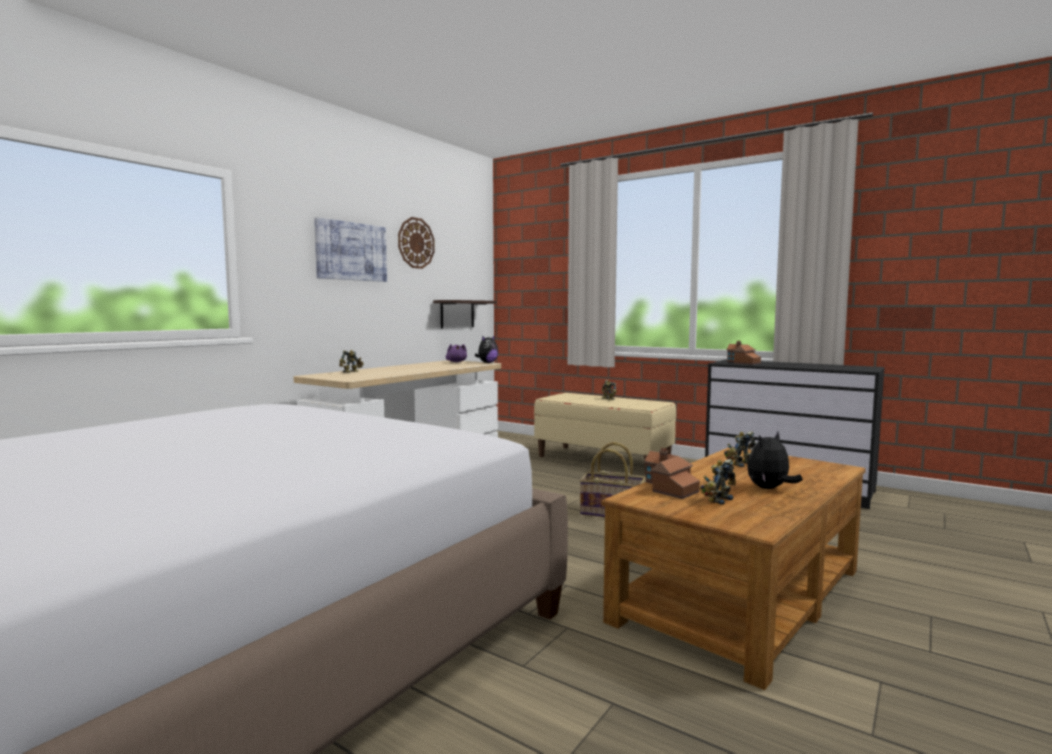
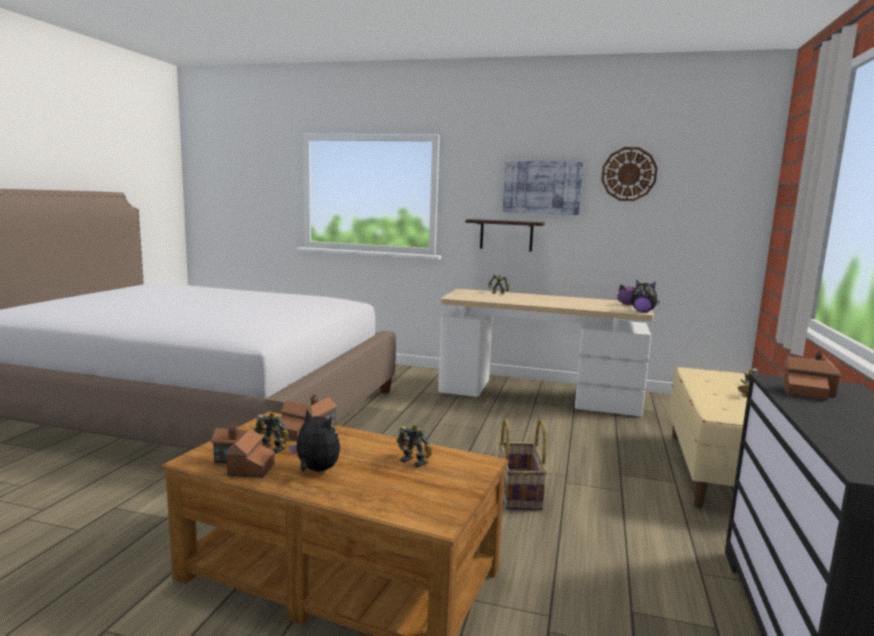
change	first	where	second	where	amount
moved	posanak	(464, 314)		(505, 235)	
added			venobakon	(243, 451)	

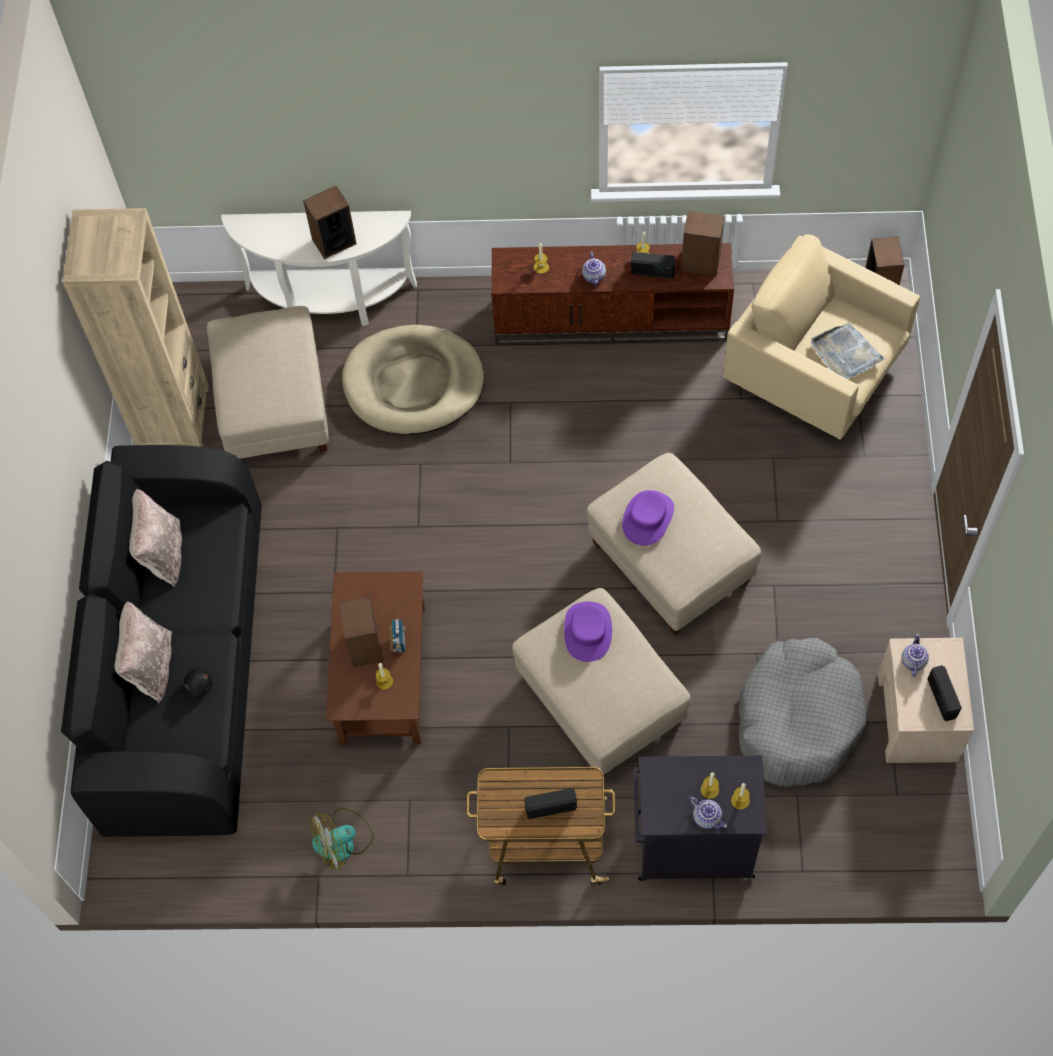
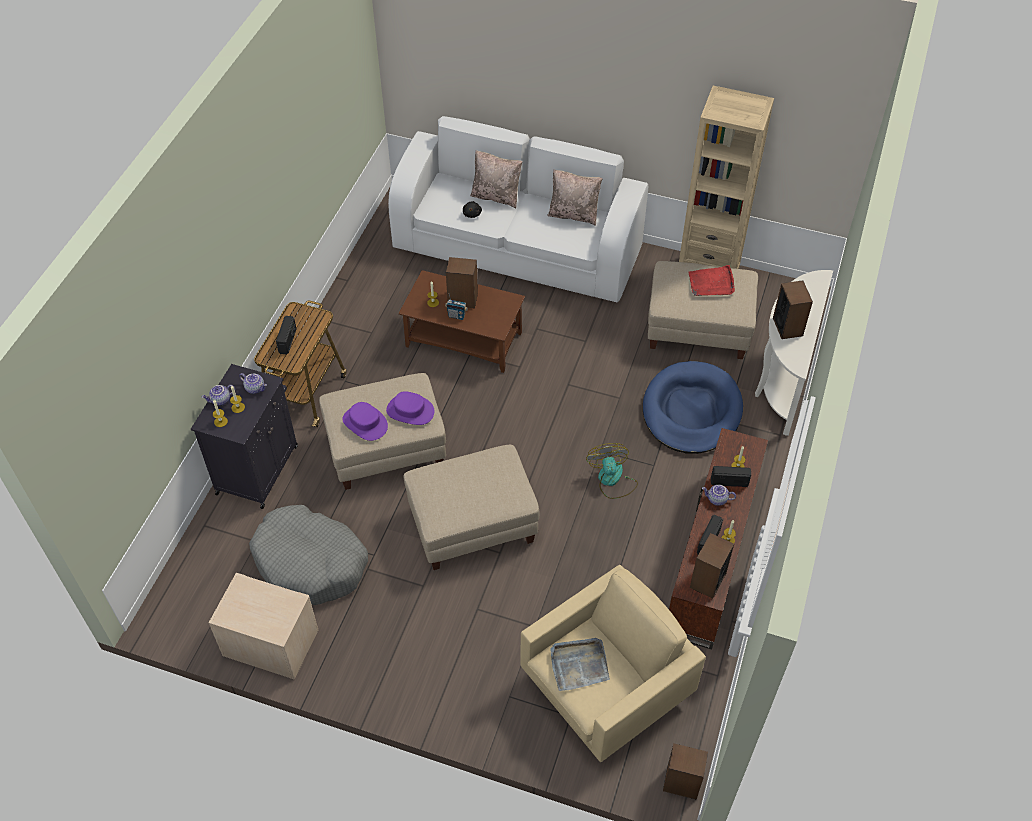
change	first	where	second	where	amount
recoloured	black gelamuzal	(161, 641)	white gelamuzal	(518, 209)	
moved	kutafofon	(342, 839)		(612, 471)	
recoloured	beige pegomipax	(413, 380)	blue pegomipax	(693, 407)	
moved	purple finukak	(648, 518)		(365, 421)	
moved	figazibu	(915, 655)		(253, 383)	
moved	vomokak	(944, 693)		(731, 476)	
added			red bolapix	(712, 280)	

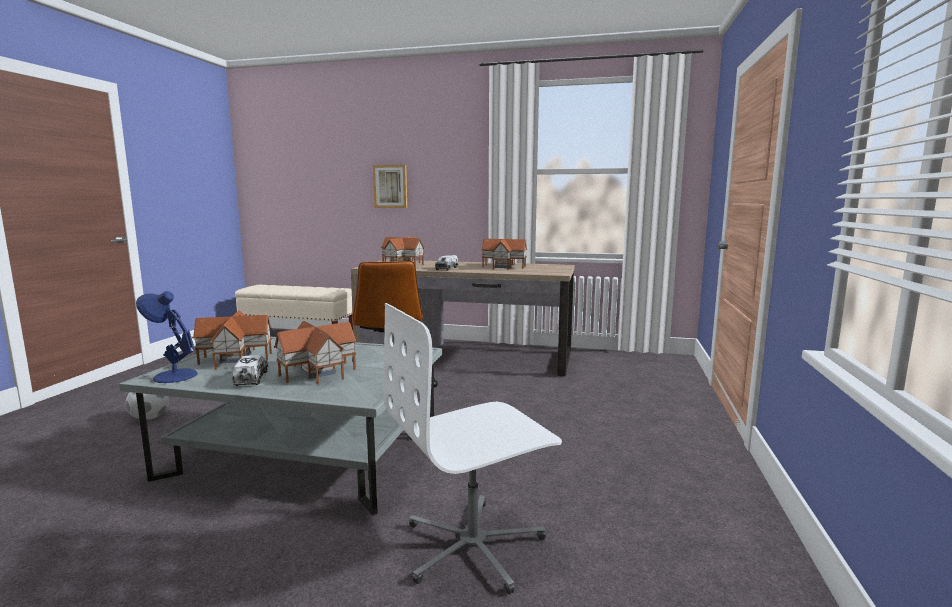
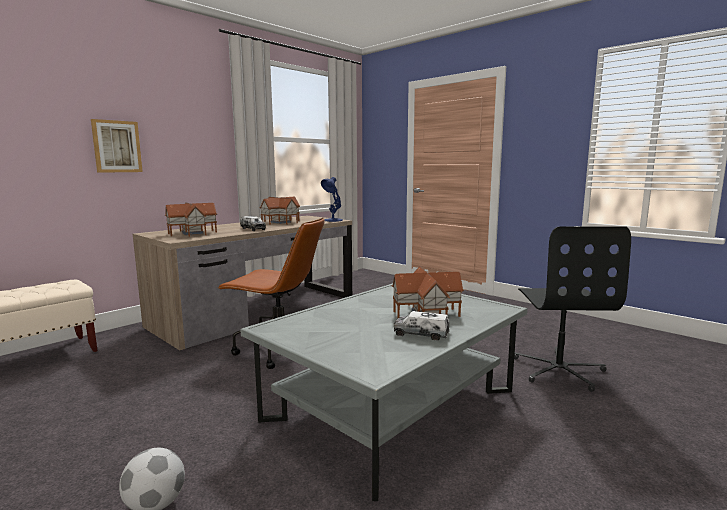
change	first	where	second	where	amount
moved	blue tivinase	(167, 337)		(332, 199)	
removed	venobakon	(232, 340)			
recoloured	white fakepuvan	(472, 448)	black fakepuvan	(572, 309)	

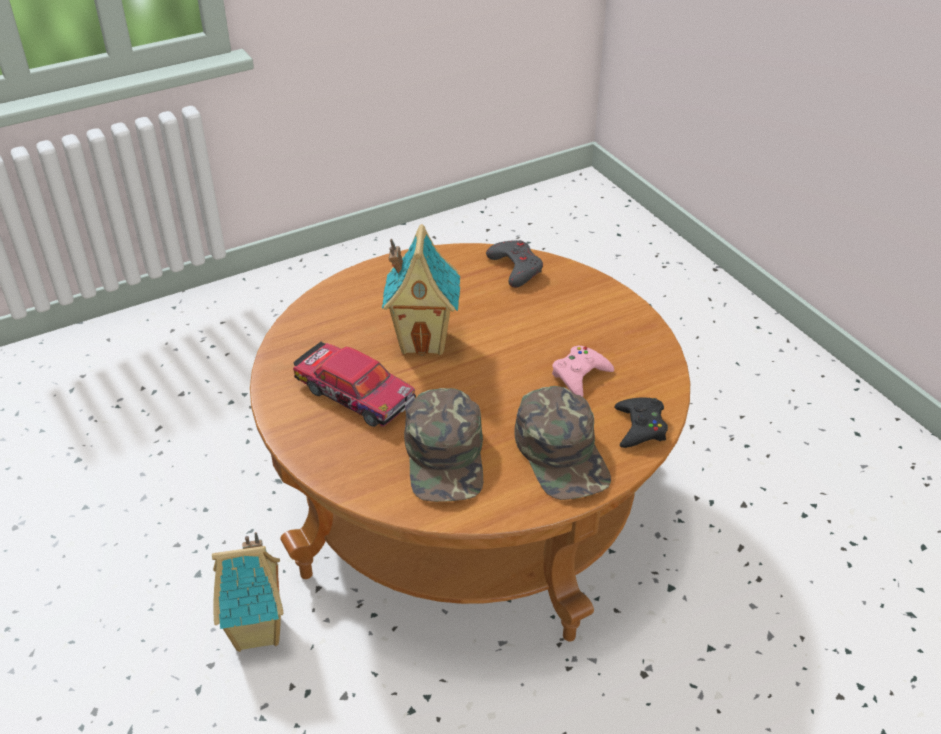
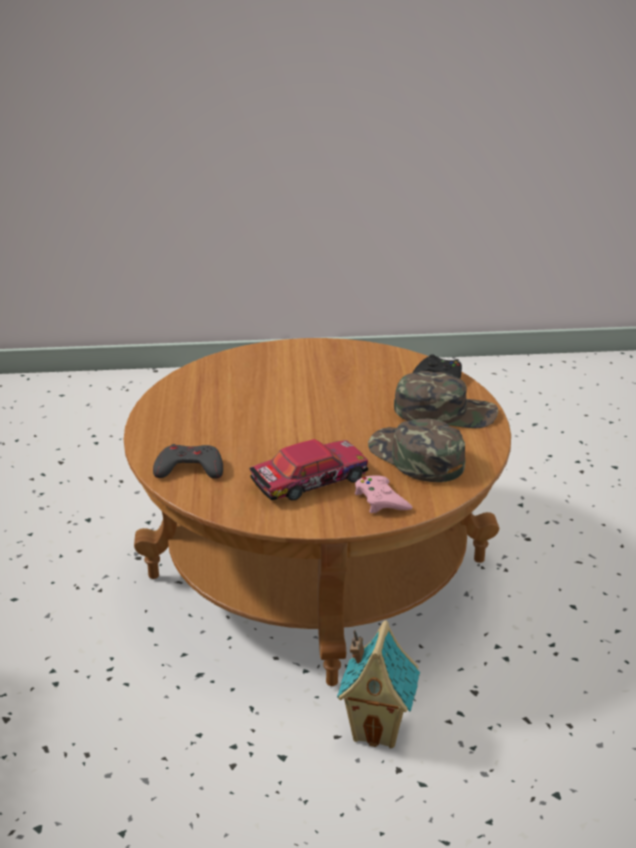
change	first	where	second	where	amount
removed	venobakon	(421, 290)			
turned	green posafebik	(443, 445)		(416, 450)	150 degrees counterclockwise
moved	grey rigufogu	(514, 264)		(188, 461)	
moved	pink rigufogu	(583, 371)		(384, 494)	

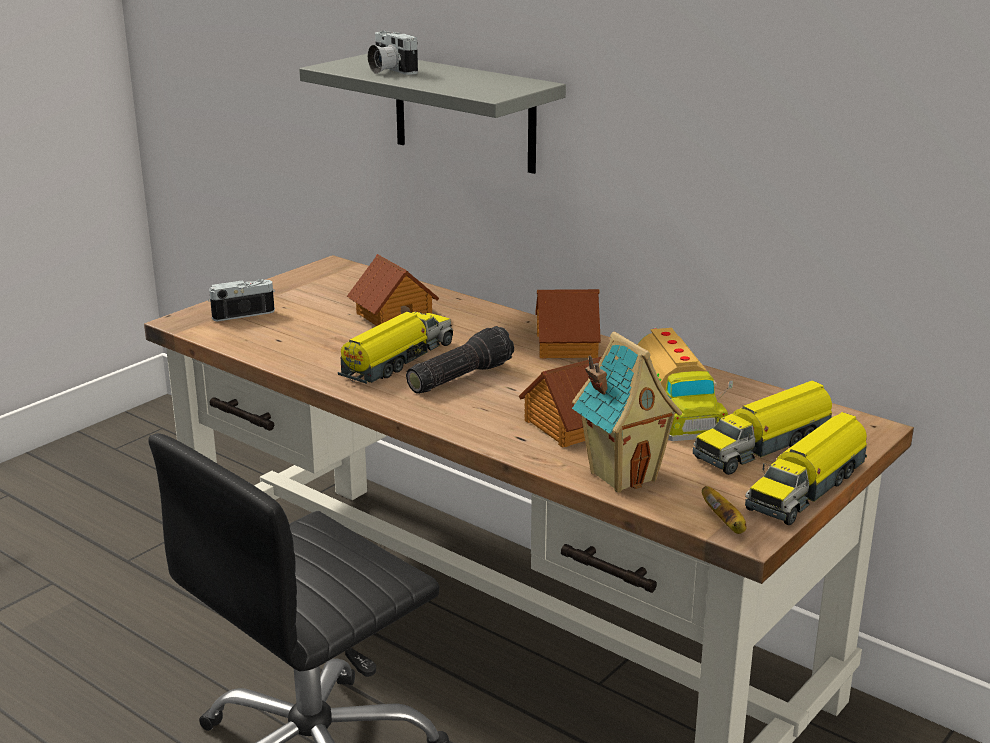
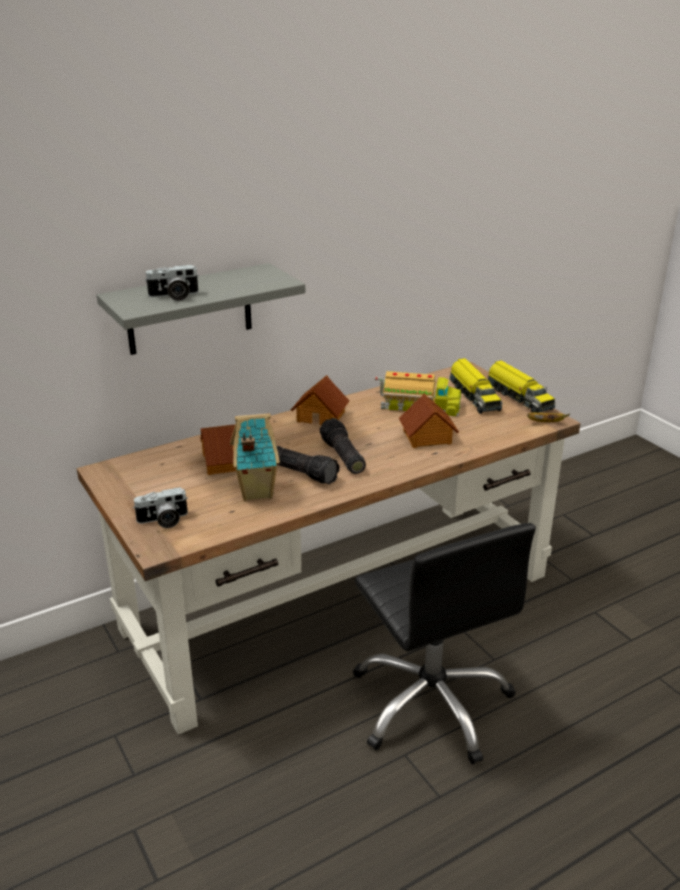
change	first	where	second	where	amount
turned	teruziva	(241, 300)		(161, 507)	105 degrees counterclockwise
replaced	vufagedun	(395, 347)	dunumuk	(308, 465)	
moved	venobakon	(627, 412)		(255, 457)	

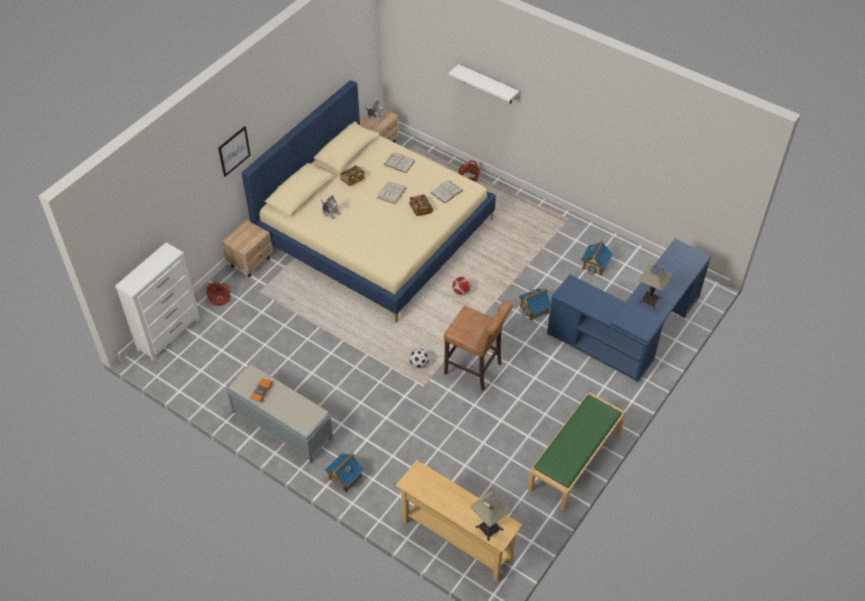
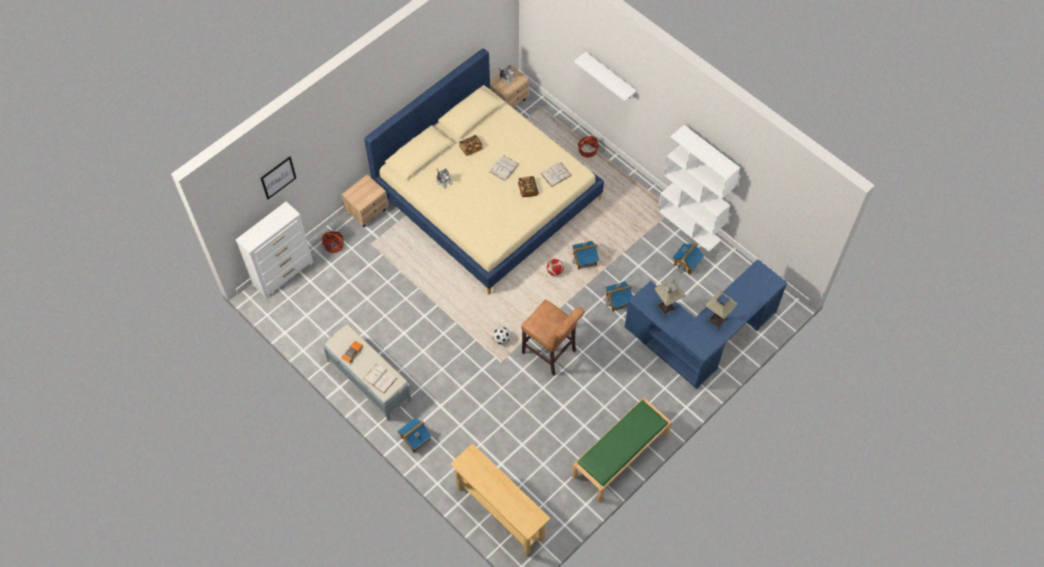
change	first	where	second	where	amount
moved	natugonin	(234, 151)		(278, 178)	
moved	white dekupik	(399, 163)		(380, 378)	
moved	tivinase	(491, 516)		(670, 298)	
added			venobakon	(585, 255)	
added			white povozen	(699, 188)	

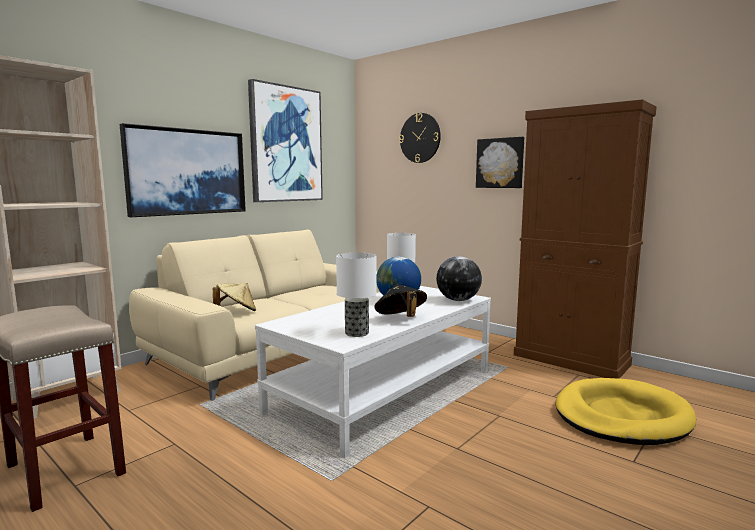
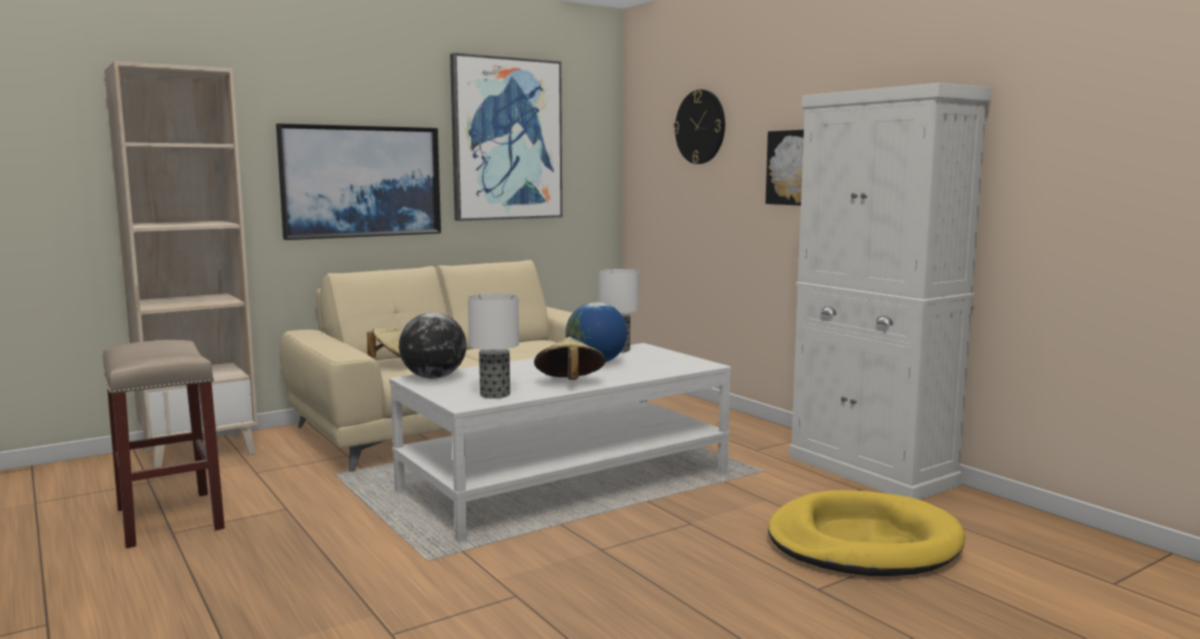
change	first	where	second	where	amount
recoloured	black finukak	(400, 300)	beige finukak	(570, 358)	
moved	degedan	(459, 278)		(432, 345)	
recoloured	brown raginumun	(585, 239)	white raginumun	(890, 291)	

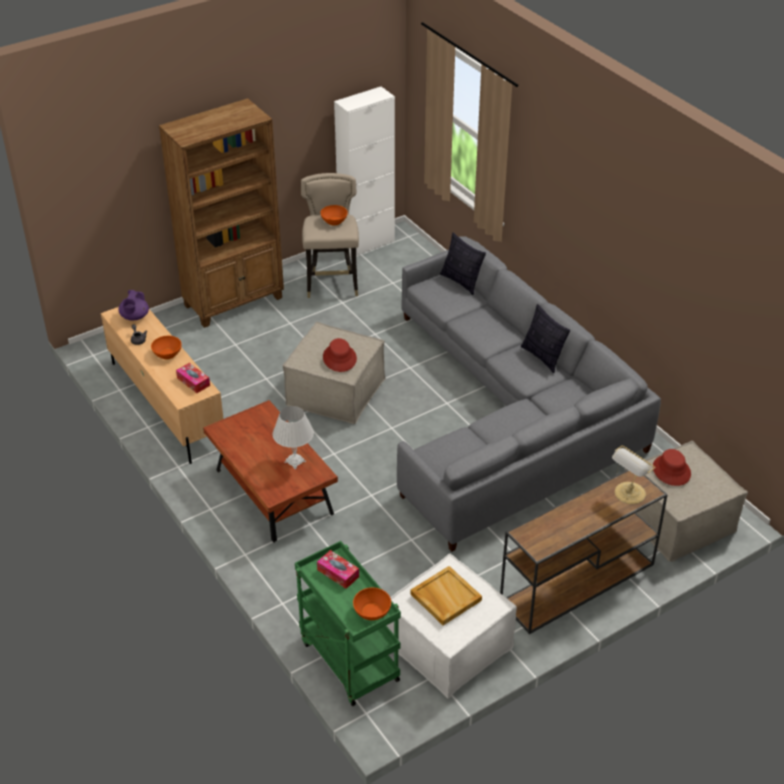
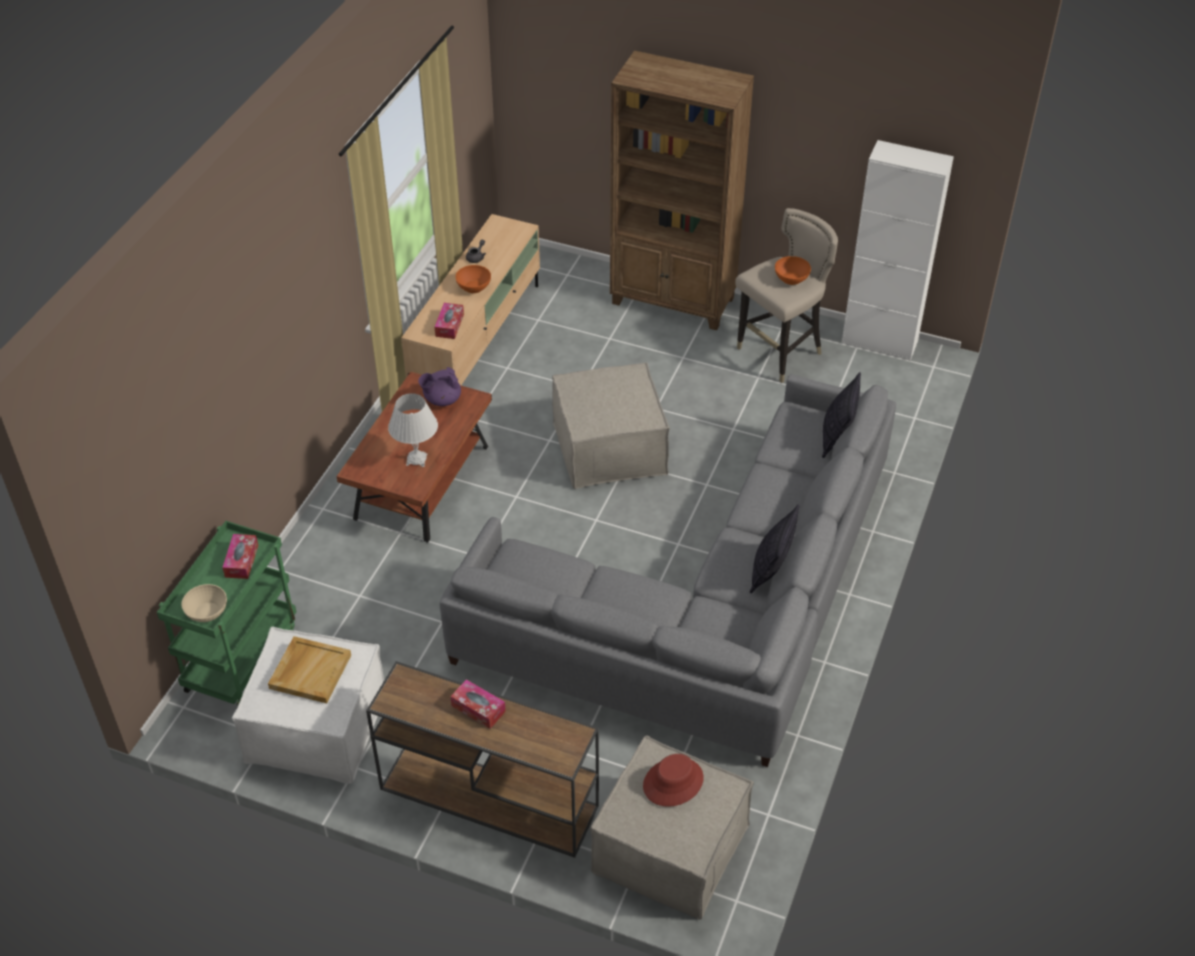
change	first	where	second	where	amount
moved	purple figazibu	(133, 305)		(439, 386)	
removed	red finukak	(340, 355)			
recoloured	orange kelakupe	(372, 603)	beige kelakupe	(204, 603)	
removed	tivinase	(633, 474)			
added			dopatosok	(478, 704)	

